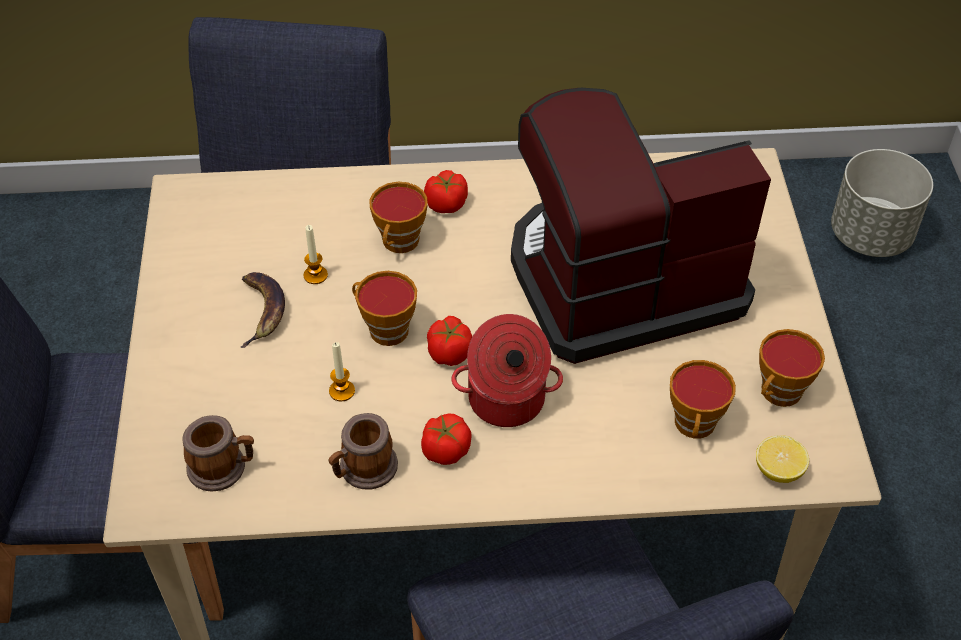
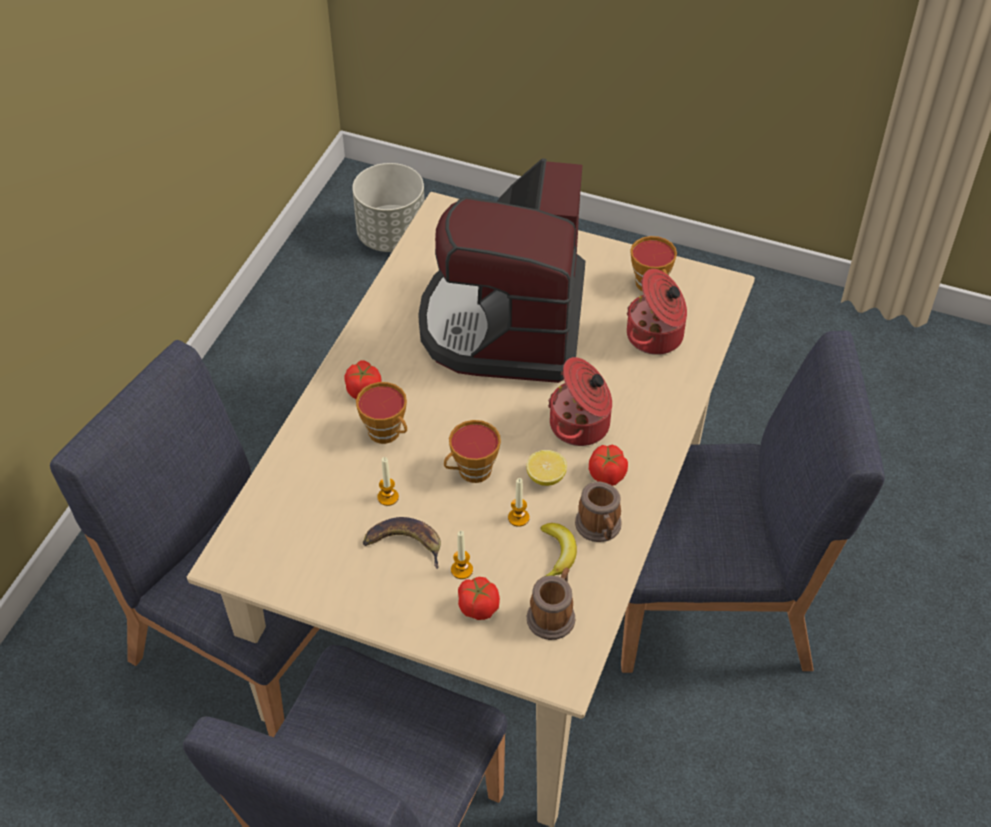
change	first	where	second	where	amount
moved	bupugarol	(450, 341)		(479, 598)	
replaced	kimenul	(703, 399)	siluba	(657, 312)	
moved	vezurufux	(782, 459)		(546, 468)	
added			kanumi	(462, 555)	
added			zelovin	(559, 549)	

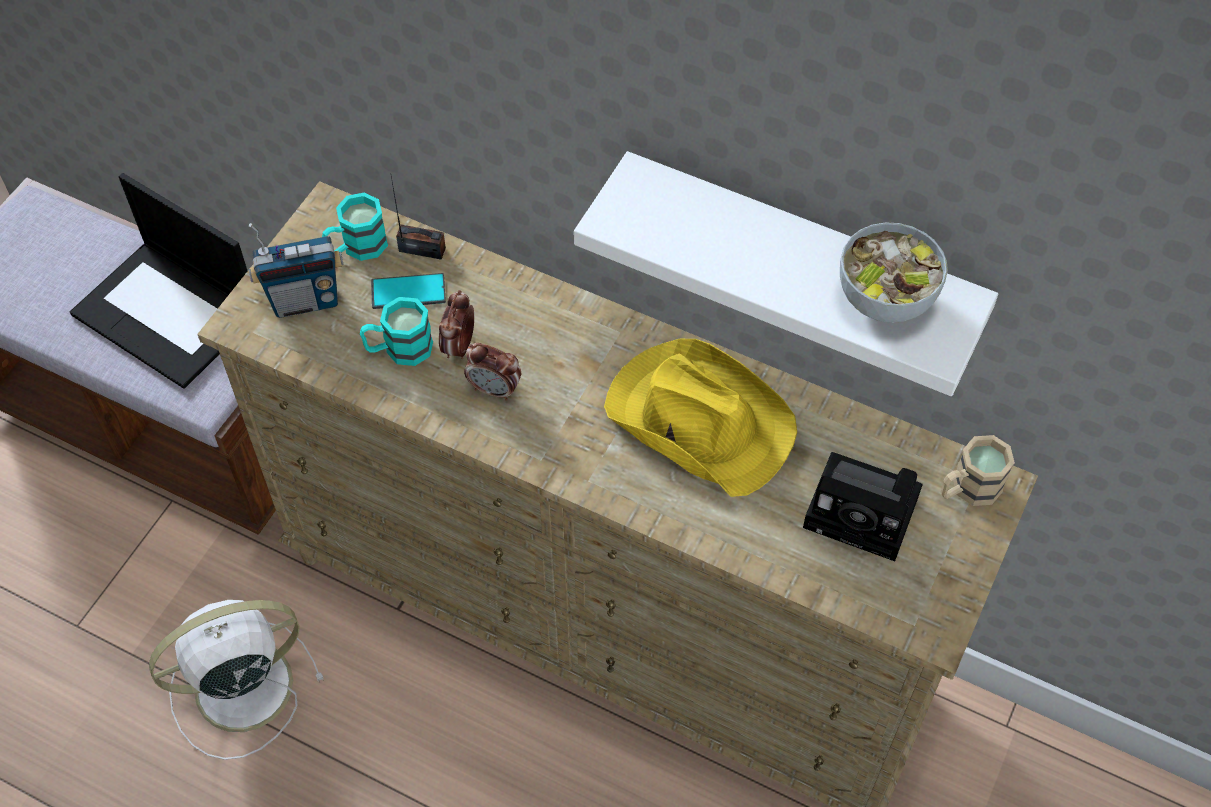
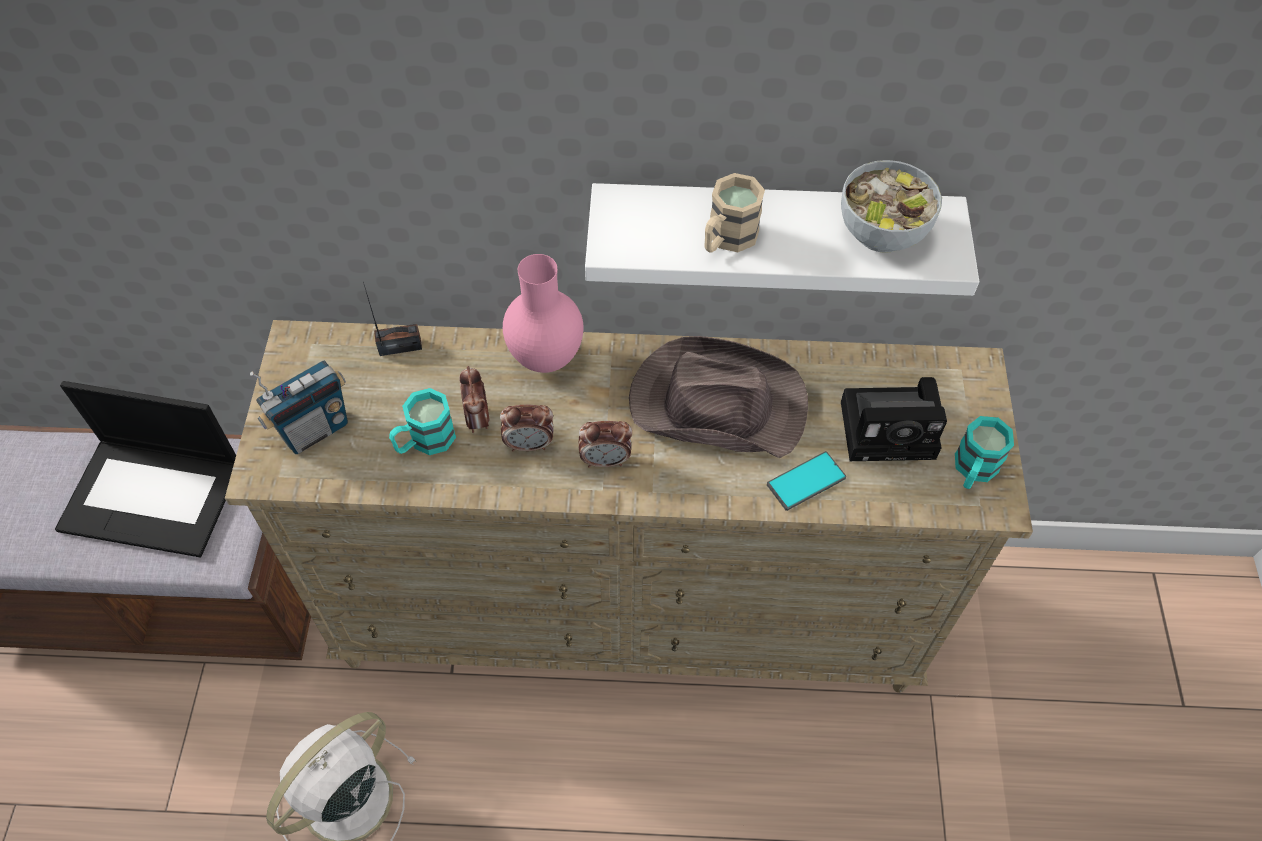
change	first	where	second	where	amount
moved	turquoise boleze	(355, 227)		(984, 452)	
moved	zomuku	(408, 291)		(806, 481)	
recoloured	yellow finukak	(700, 418)	brown finukak	(718, 397)	
moved	beige boleze	(978, 470)		(735, 213)	
added			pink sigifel	(543, 313)	
added			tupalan	(605, 444)	

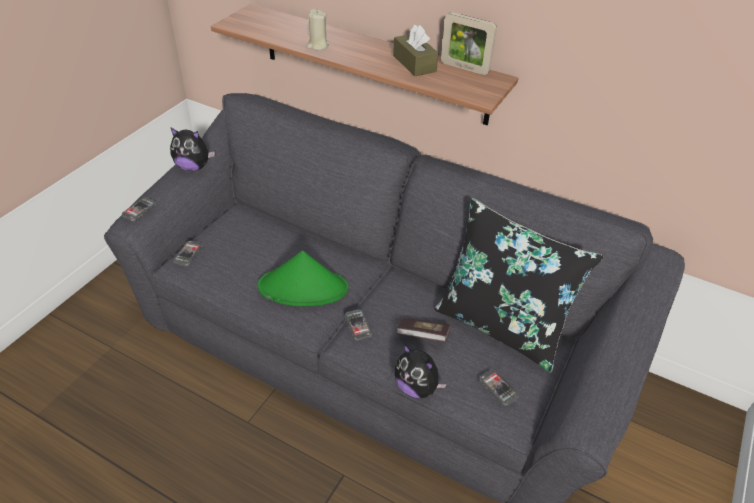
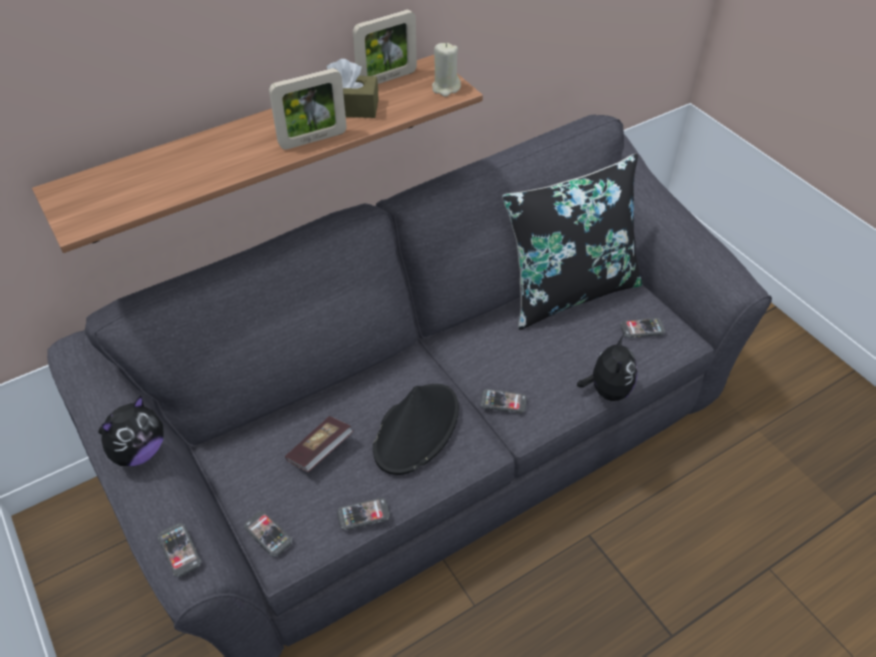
change	first	where	second	where	amount
recoloured	green finukak	(303, 278)	black finukak	(416, 429)	
moved	beige kanumi	(317, 29)		(446, 70)	
turned	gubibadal	(420, 371)		(607, 368)	60 degrees counterclockwise
moved	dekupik	(424, 330)		(319, 444)	
added			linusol	(308, 109)	
added			zomuku	(363, 514)	

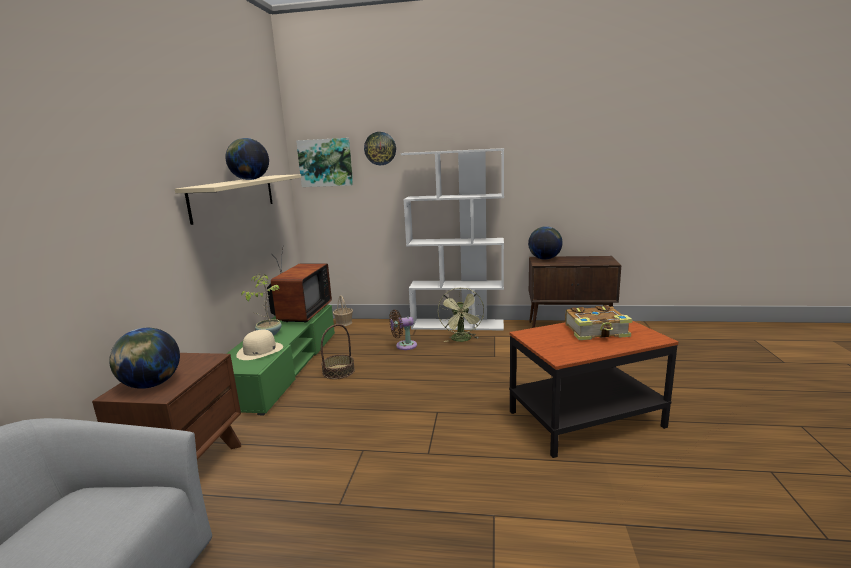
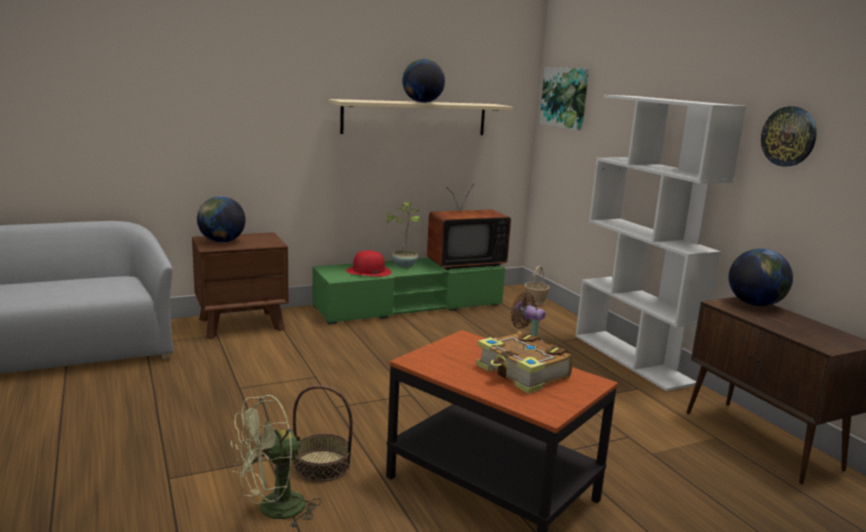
change	first	where	second	where	amount
recoloured	beige finukak	(259, 345)	red finukak	(369, 263)	
moved	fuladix	(338, 351)		(323, 433)	
moved	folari	(380, 148)		(789, 136)	
moved	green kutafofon	(461, 315)		(276, 461)	

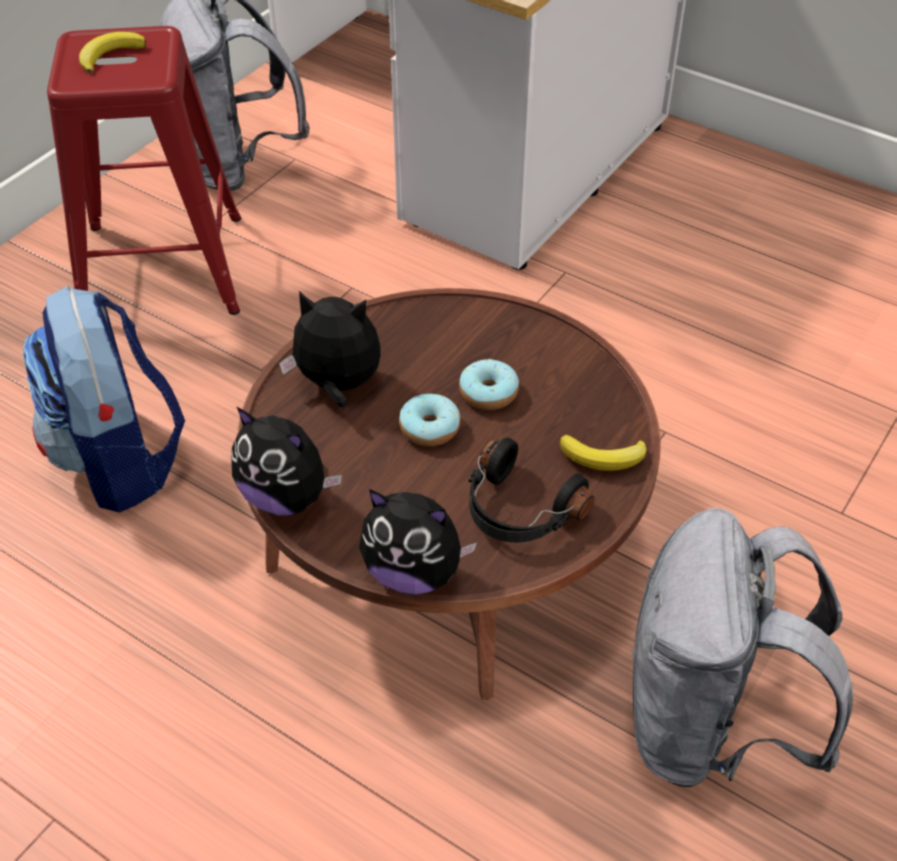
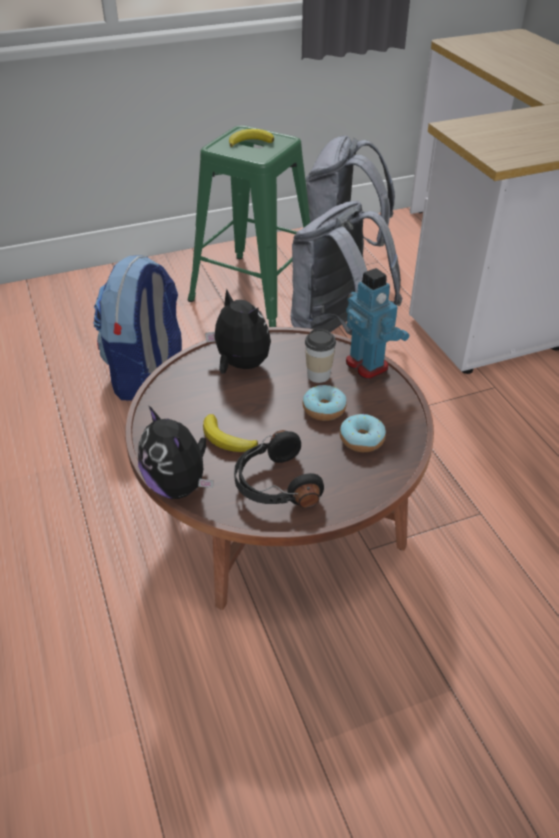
change	first	where	second	where	amount
recoloured	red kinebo	(144, 170)	green kinebo	(248, 226)	
removed	gubibadal	(286, 461)			
moved	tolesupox	(429, 420)		(363, 432)	
moved	zelovin	(603, 453)		(230, 433)	
moved	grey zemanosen	(742, 647)		(346, 268)	
added			kimenul	(320, 356)	
added			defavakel	(377, 323)	

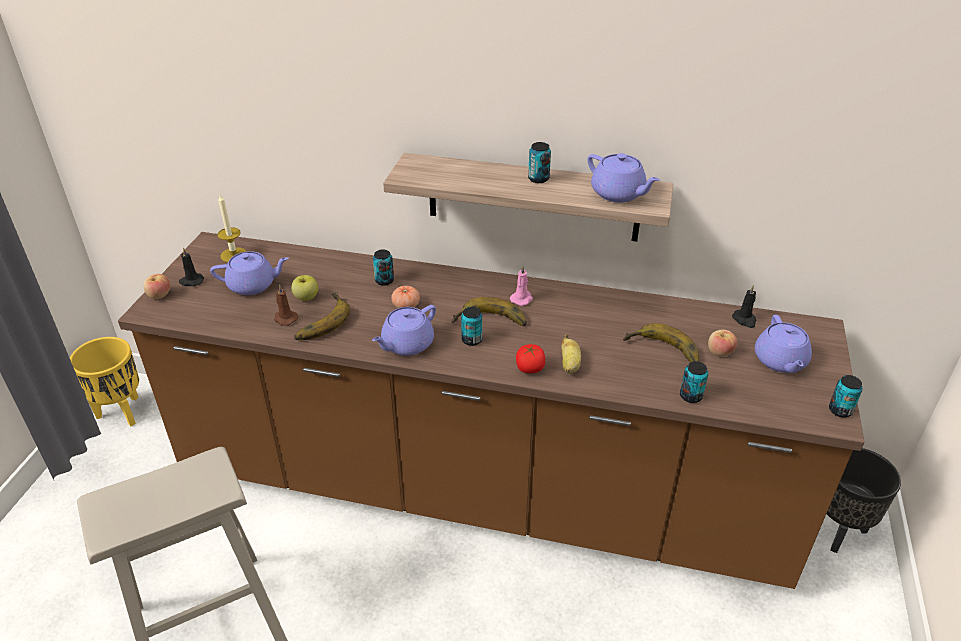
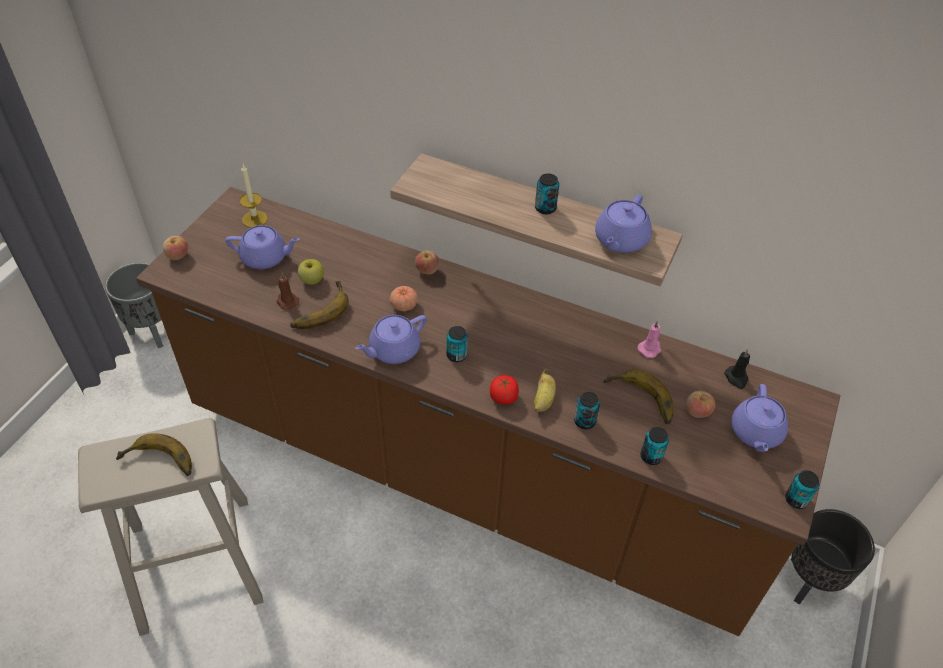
change	first	where	second	where	amount
recoloured	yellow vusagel	(104, 381)	grey vusagel	(134, 305)	
removed	black kanumi	(191, 267)			
moved	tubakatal	(383, 267)		(587, 410)	
moved	zelovin	(489, 311)		(154, 454)	
moved	pink kanumi	(521, 286)		(650, 339)	
turned	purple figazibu	(623, 177)		(623, 223)	60 degrees clockwise
added			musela	(427, 262)	

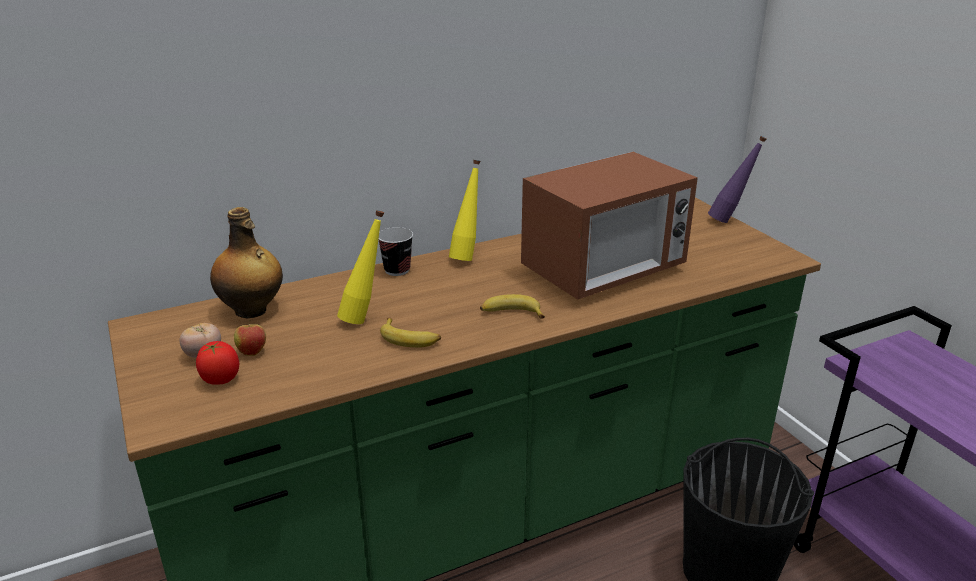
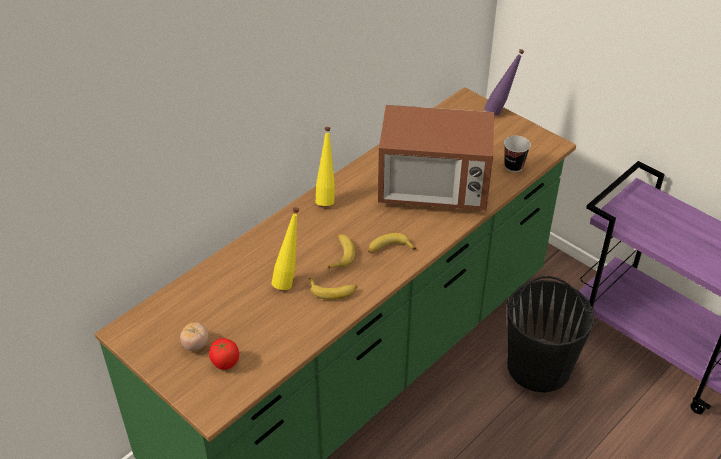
change	first	where	second	where	amount
removed	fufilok	(246, 262)			
removed	musela	(250, 337)			
moved	kimenul	(395, 251)		(517, 154)	
turned	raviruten	(609, 226)		(436, 158)	60 degrees clockwise
added			zelovin	(341, 251)	

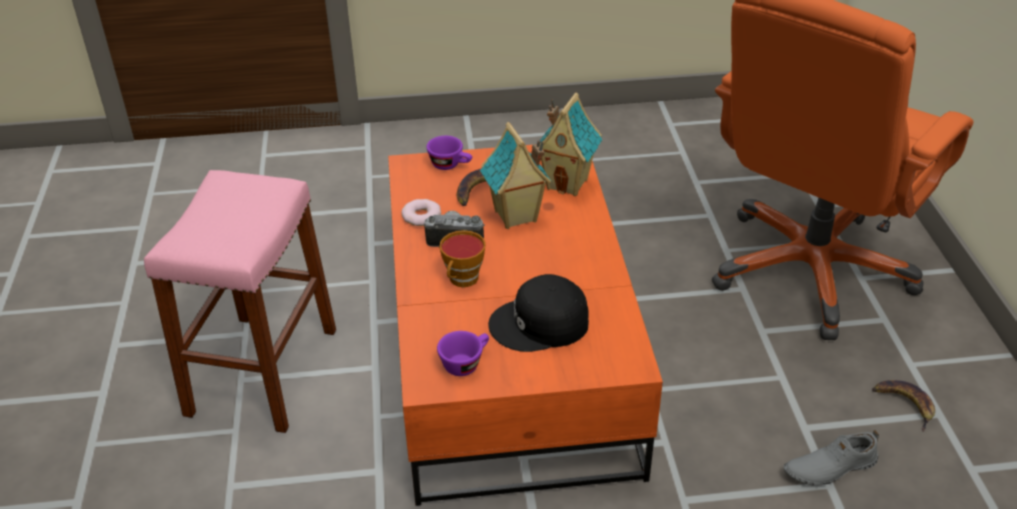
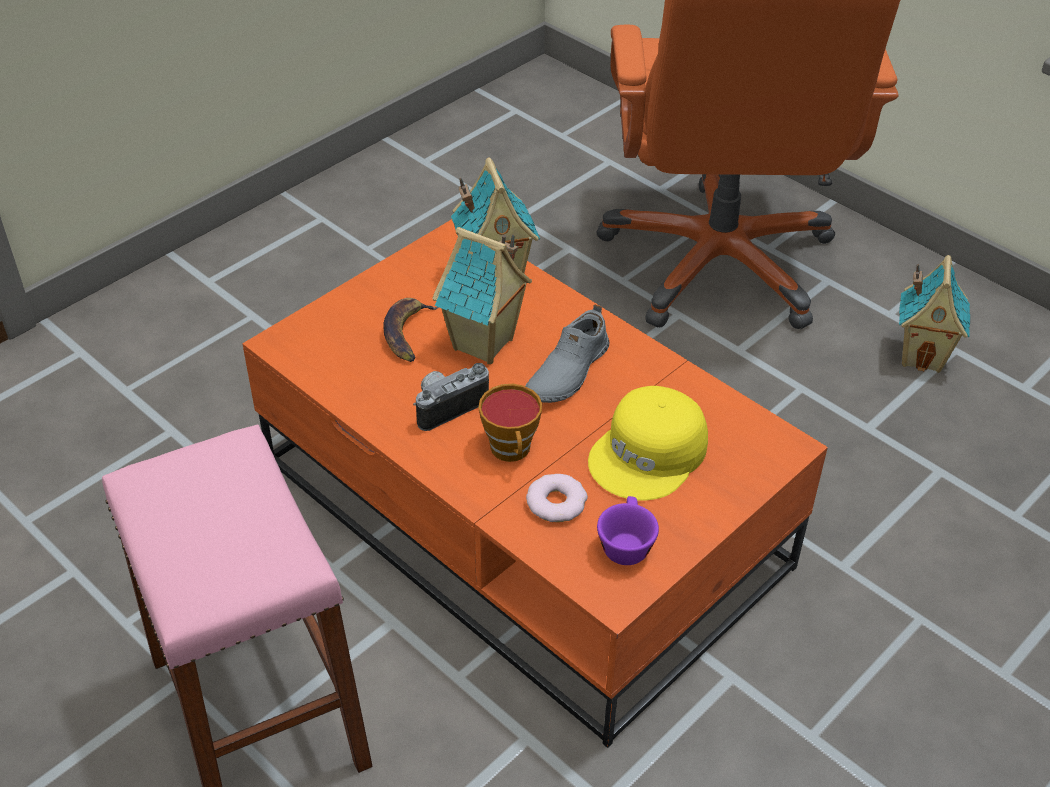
change	first	where	second	where	amount
moved	tolesupox	(421, 212)		(557, 498)	
removed	purple kimenul	(449, 153)			
recoloured	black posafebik	(538, 313)	yellow posafebik	(648, 443)	
moved	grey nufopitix	(831, 458)		(568, 353)	
replaced	zelovin	(903, 406)	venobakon	(934, 314)	

